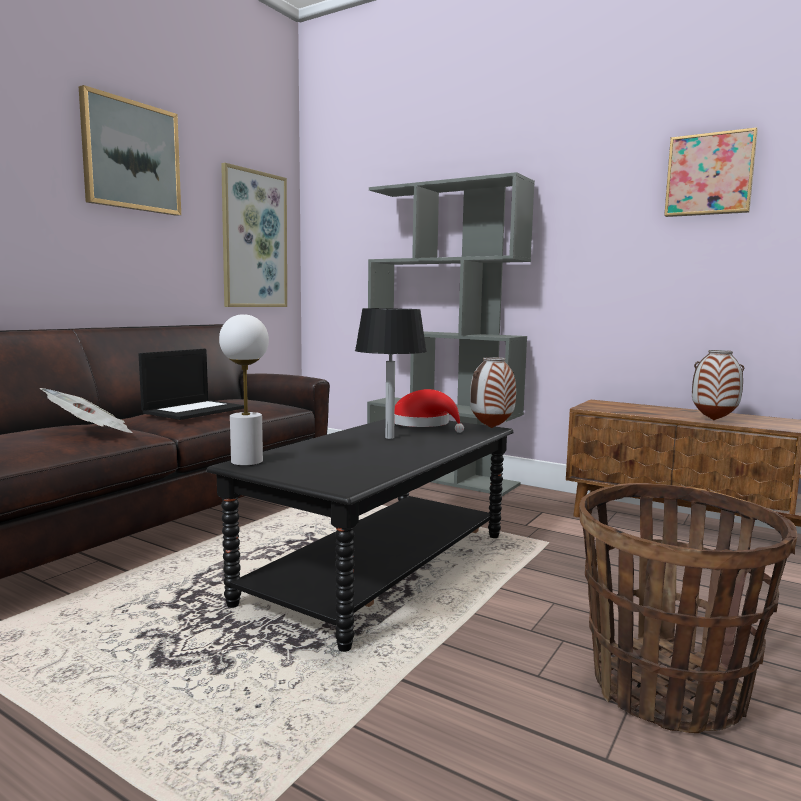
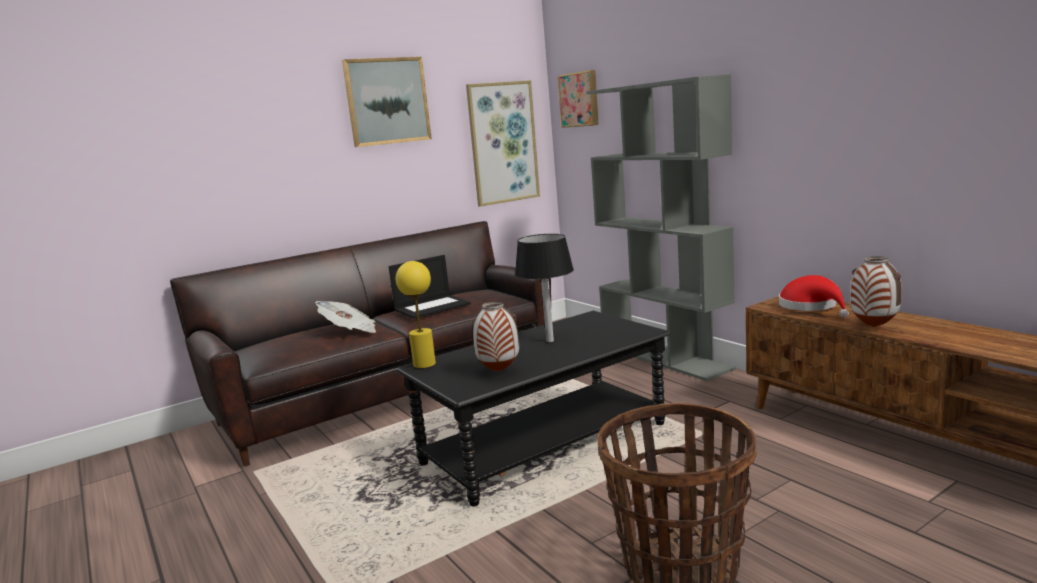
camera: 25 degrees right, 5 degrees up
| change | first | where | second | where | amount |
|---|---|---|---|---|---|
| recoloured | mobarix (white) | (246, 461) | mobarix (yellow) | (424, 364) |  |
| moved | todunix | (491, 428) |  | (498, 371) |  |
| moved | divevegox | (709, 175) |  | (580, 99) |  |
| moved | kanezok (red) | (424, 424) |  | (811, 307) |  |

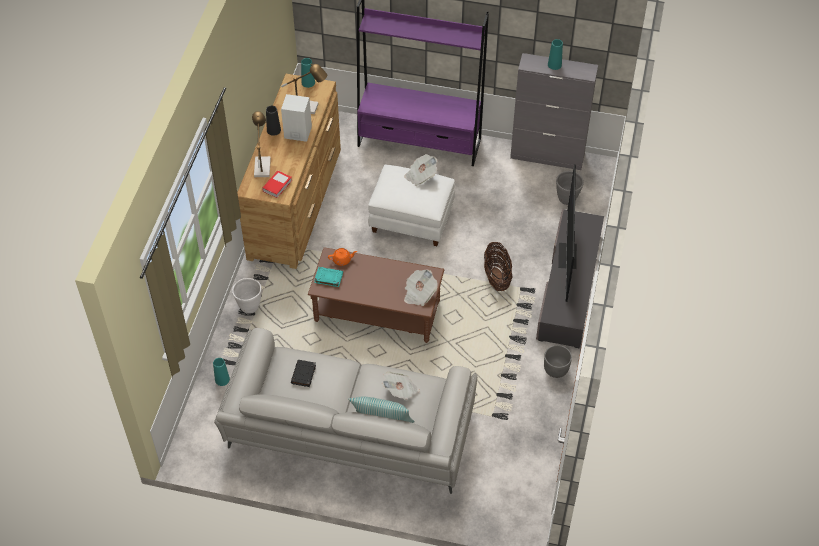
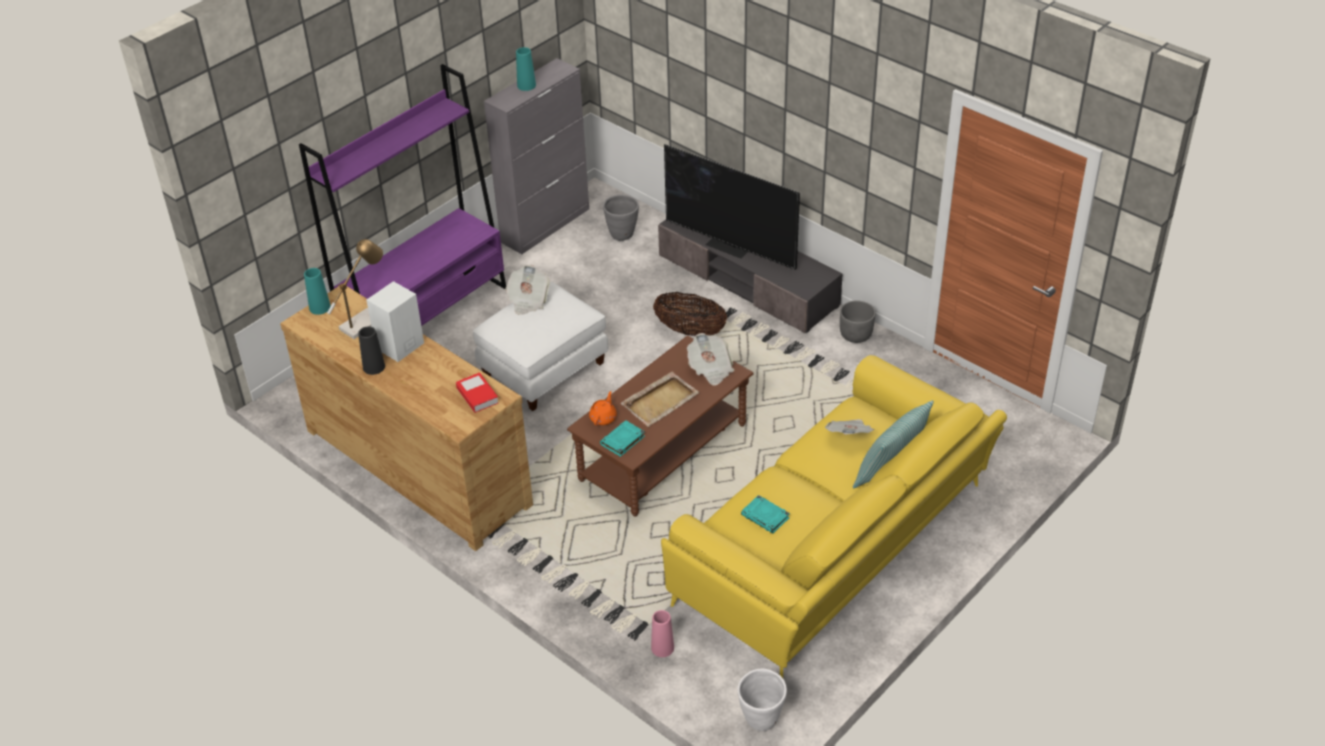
camera: 60 degrees left, 10 degrees down
| change | first | where | second | where | amount |
|---|---|---|---|---|---|
| added |  |  | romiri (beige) | (660, 400) |  |
| recoloured | todunix (turquoise) | (222, 379) | todunix (pink) | (662, 648) |  |
| recoloured | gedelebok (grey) | (348, 433) | gedelebok (yellow) | (834, 547) |  |
| moved | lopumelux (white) | (249, 307) |  | (761, 720) |  |
| recoloured | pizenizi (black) | (303, 375) | pizenizi (turquoise) | (765, 517) |  |
| removed | mobarix | (262, 164) |  |  |  |

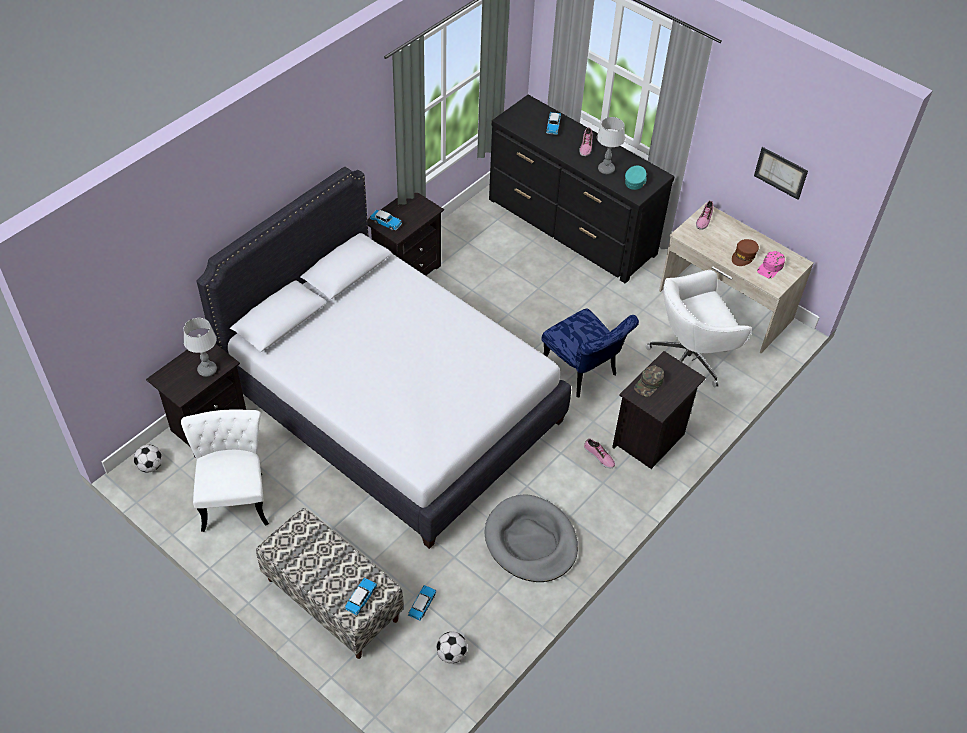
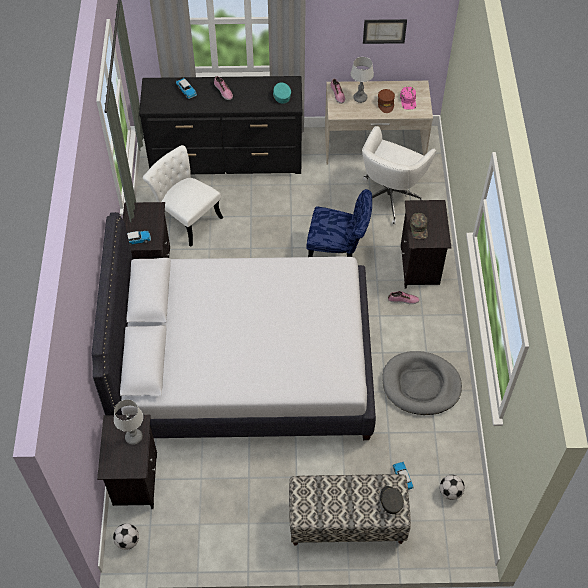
camera: 40 degrees left, 5 degrees up
| change | first | where | second | where | amount |
|---|---|---|---|---|---|
| moved | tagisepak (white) | (234, 495) |  | (186, 218) |  |
| moved | mobarix | (606, 169) |  | (360, 98) |  |
| replaced | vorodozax | (361, 598) | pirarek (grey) | (390, 501) |  |

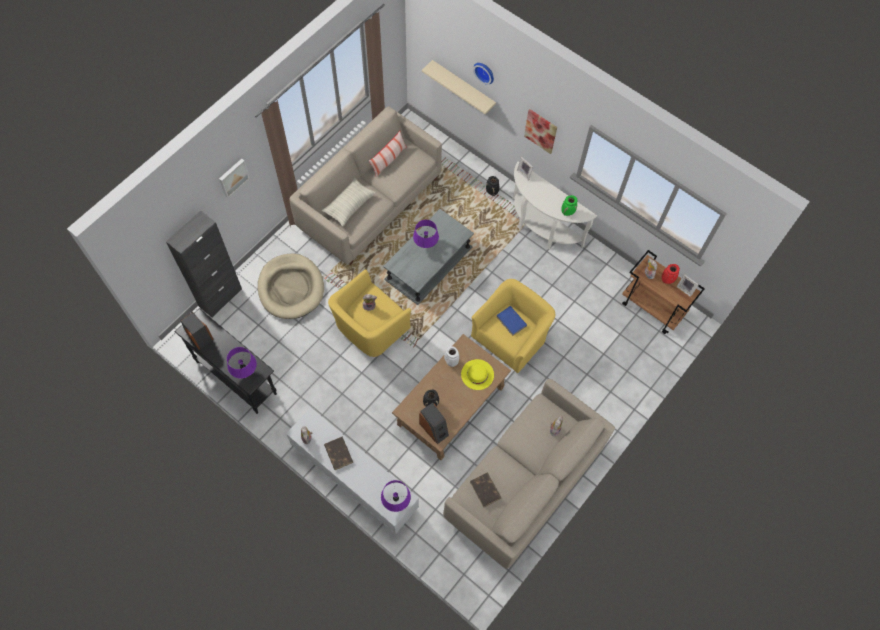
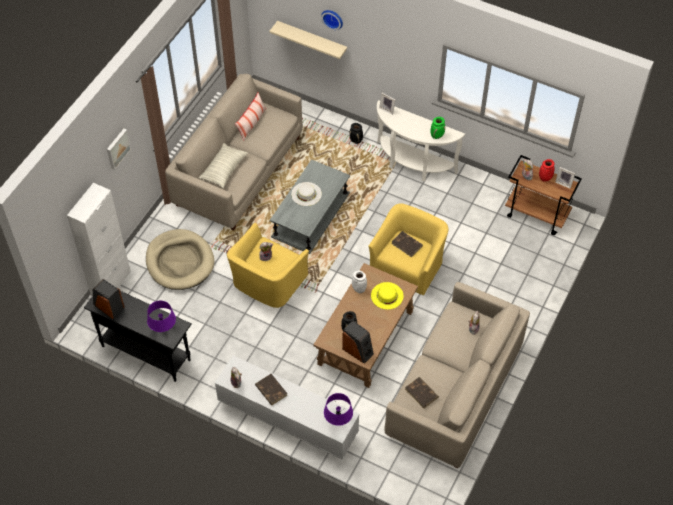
camera: 10 degrees left, 10 degrees down
| change | first | where | second | where | amount |
|---|---|---|---|---|---|
| recoloured | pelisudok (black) | (220, 297) | pelisudok (white) | (111, 283) |  |
| replaced | mobarix (purple) | (425, 245) | kanezok (white) | (306, 194) |  |
| recoloured | pizenizi (blue) | (511, 321) | pizenizi (brown) | (407, 245) |  |
| removed | divevegox | (540, 131) |  |  |  |

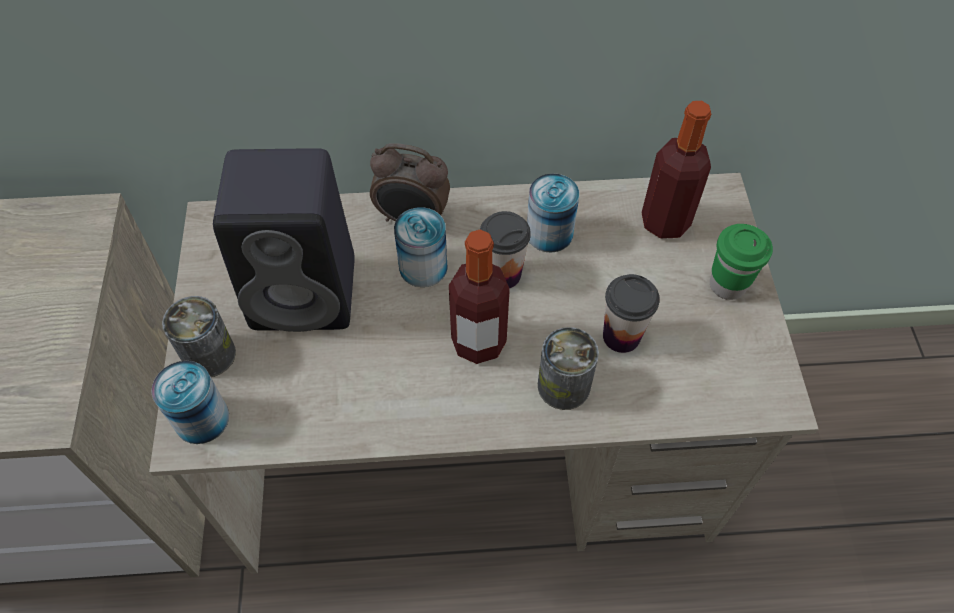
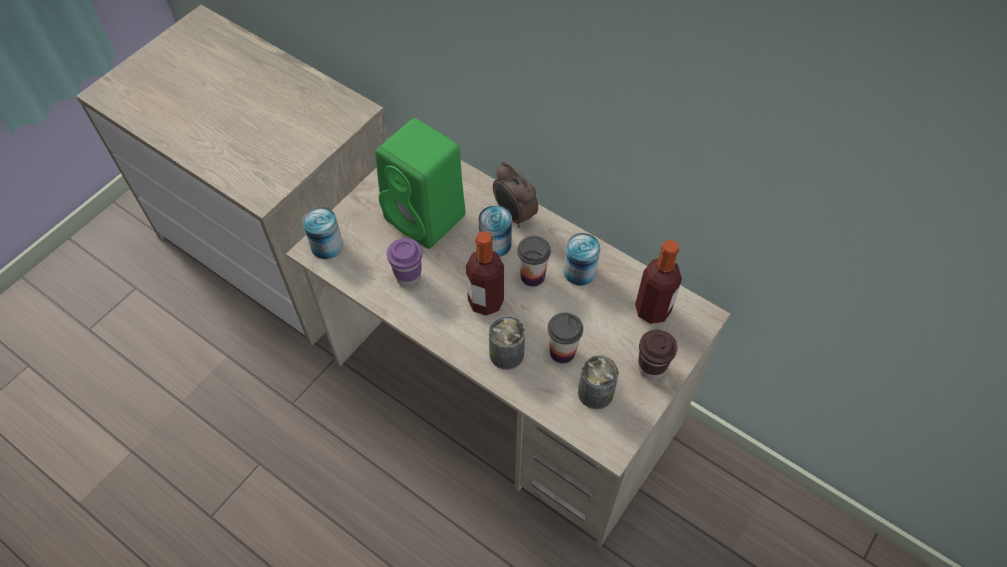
camera: 40 degrees right, 0 degrees up
| change | first | where | second | where | amount |
|---|---|---|---|---|---|
| recoloured | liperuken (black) | (308, 292) | liperuken (green) | (427, 218) |  |
| added |  |  | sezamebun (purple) | (408, 278) |  |
| moved | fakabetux | (209, 355) |  | (595, 392) |  |
| recoloured | sezamebun (green) | (727, 285) | sezamebun (brown) | (651, 368) |  |

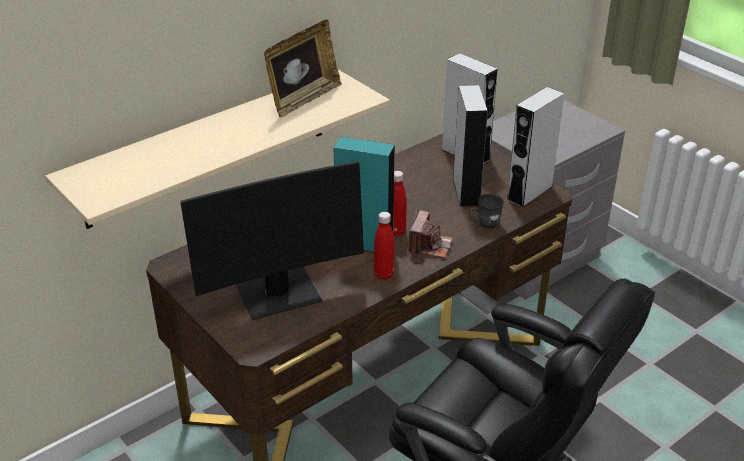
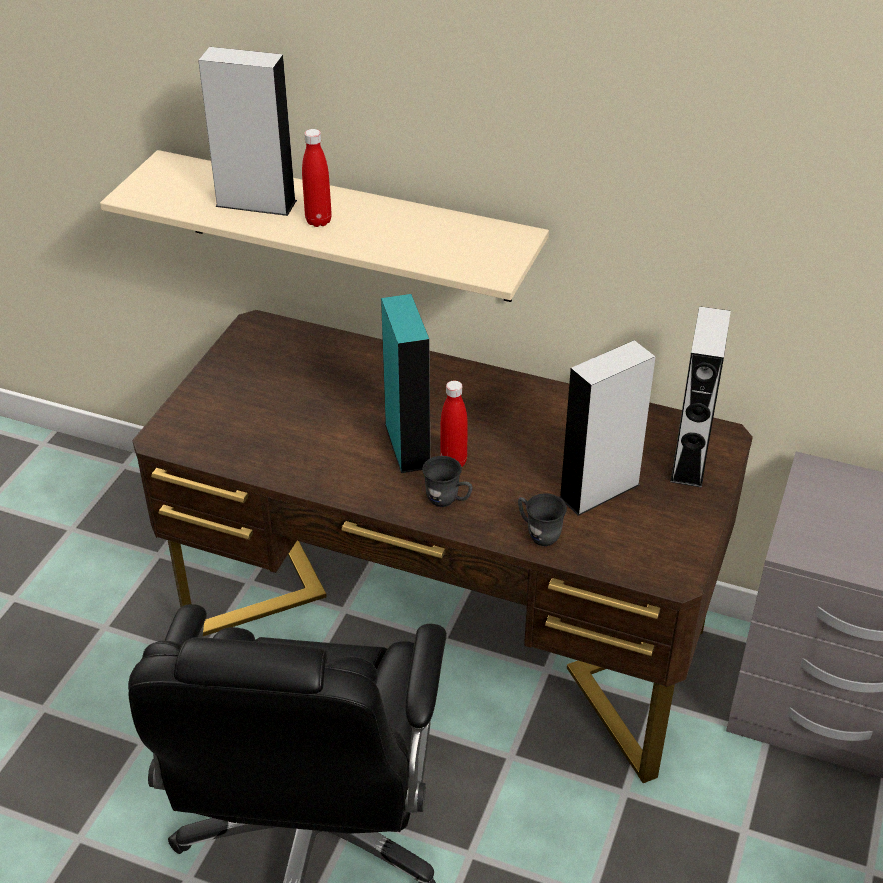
camera: 60 degrees right, 5 degrees up
| change | first | where | second | where | amount |
|---|---|---|---|---|---|
| moved | liperuken (grey) | (529, 193) |  | (256, 203) |  |
| moved | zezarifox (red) | (383, 275) |  | (318, 221) |  |
| replaced | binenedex | (429, 246) | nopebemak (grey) | (448, 501) |  |
| removed | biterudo | (278, 294) |  |  |  |
| removed | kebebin | (303, 99) |  |  |  |

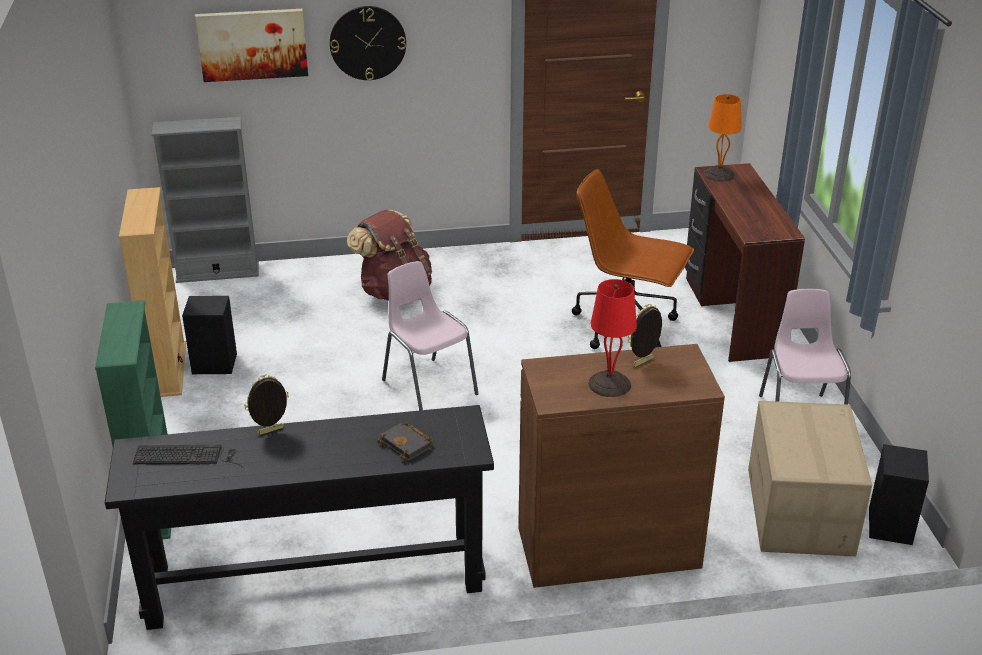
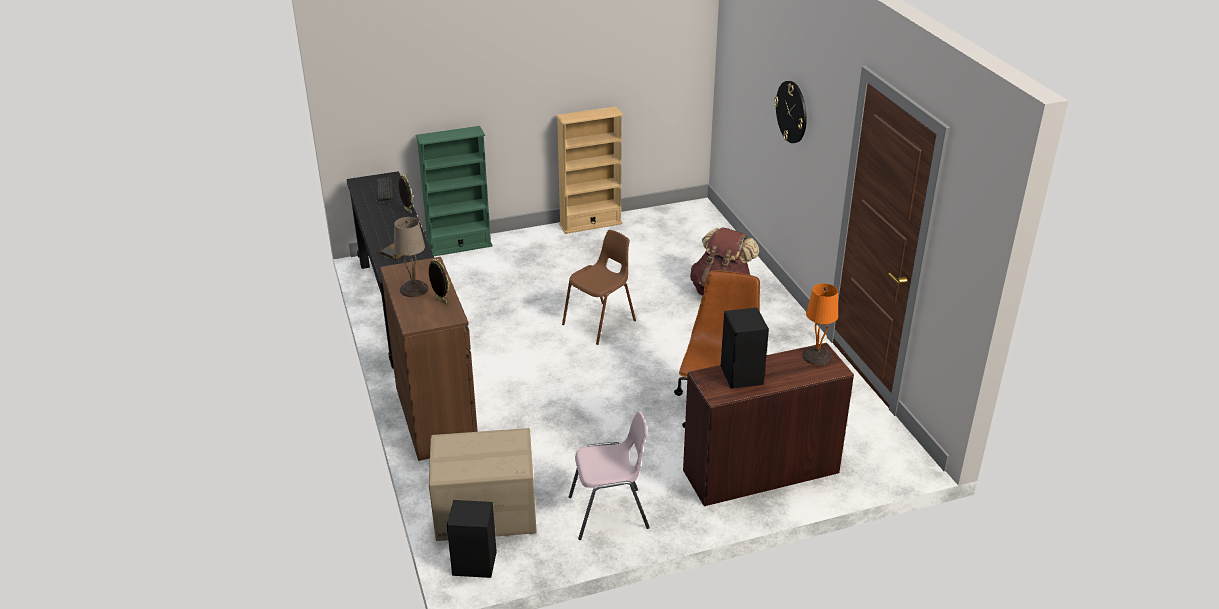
camera: 80 degrees right, 0 degrees up
| change | first | where | second | where | amount |
|---|---|---|---|---|---|
| recoloured | mobarix (red) | (610, 384) | mobarix (beige) | (414, 289) |  |
| recoloured | tagisepak (pink) | (428, 387) | tagisepak (brown) | (600, 323) |  |
| moved | liperuken (black) | (216, 364) |  | (742, 376) |  |
| removed | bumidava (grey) | (217, 272) |  |  |  |
| removed | divevegox | (252, 44) |  |  |  |

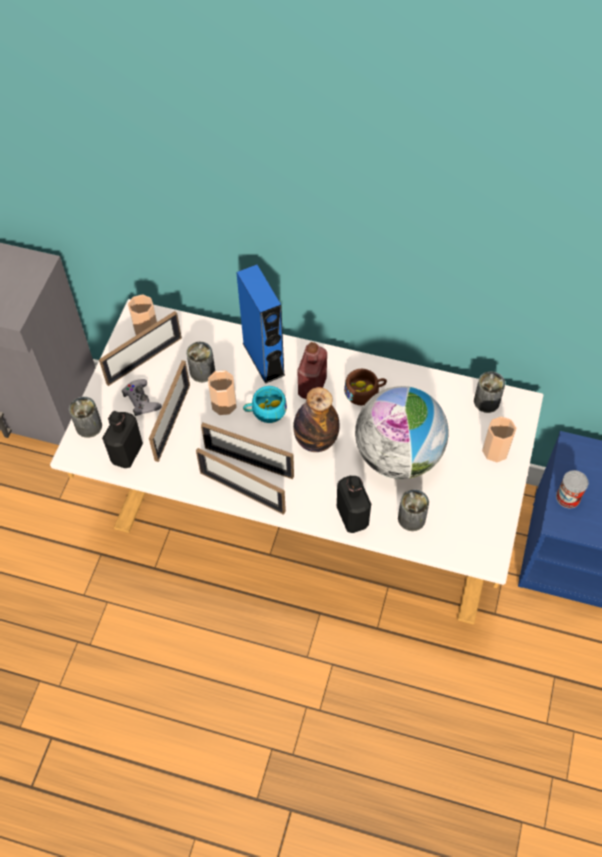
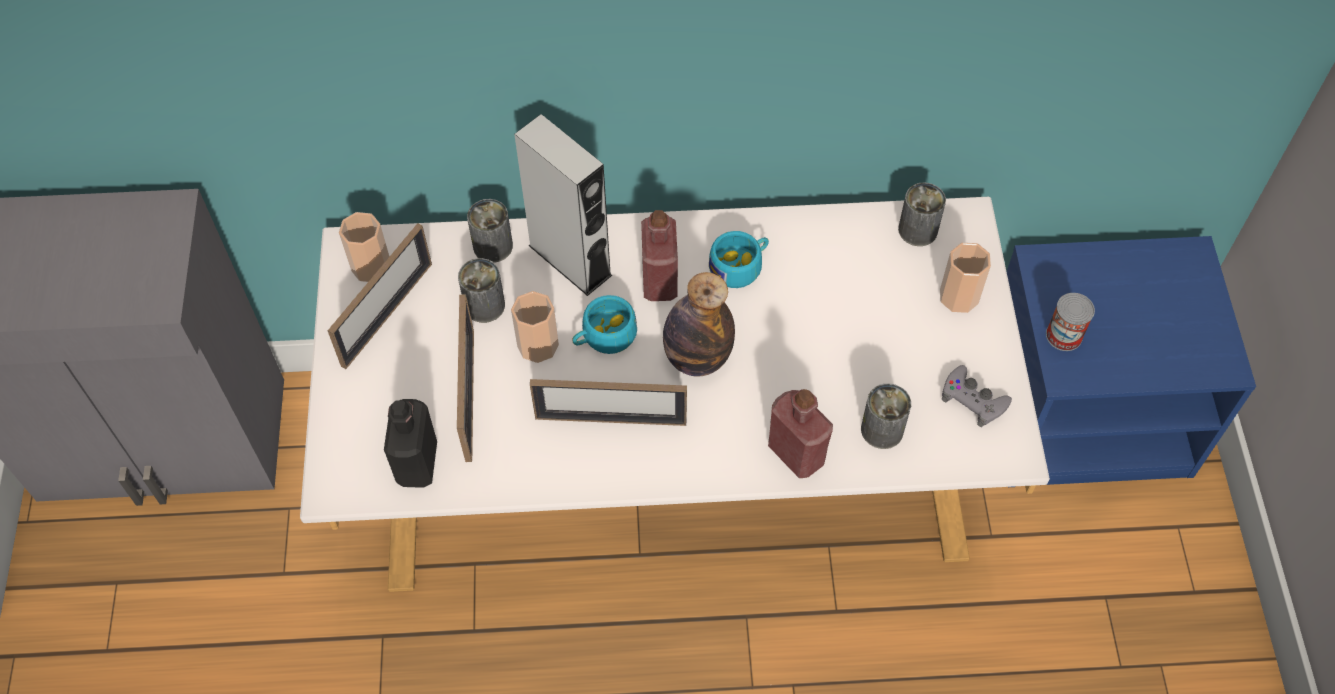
camera: 20 degrees left, 0 degrees up
| change | first | where | second | where | amount |
|---|---|---|---|---|---|
| moved | fakabetux | (89, 426) |  | (493, 246) |  |
| recoloured | liperuken (blue) | (263, 359) | liperuken (grey) | (570, 260) |  |
| recoloured | sezamebun (brown) | (365, 392) | sezamebun (turquoise) | (740, 266) |  |
| recoloured | zezarifox (black) | (352, 516) | zezarifox (red) | (796, 453) |  |
| moved | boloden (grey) | (141, 400) |  | (973, 400) |  |
| removed | kebebin | (242, 492) |  |  |  |
| removed | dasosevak | (398, 455) |  |  |  |

